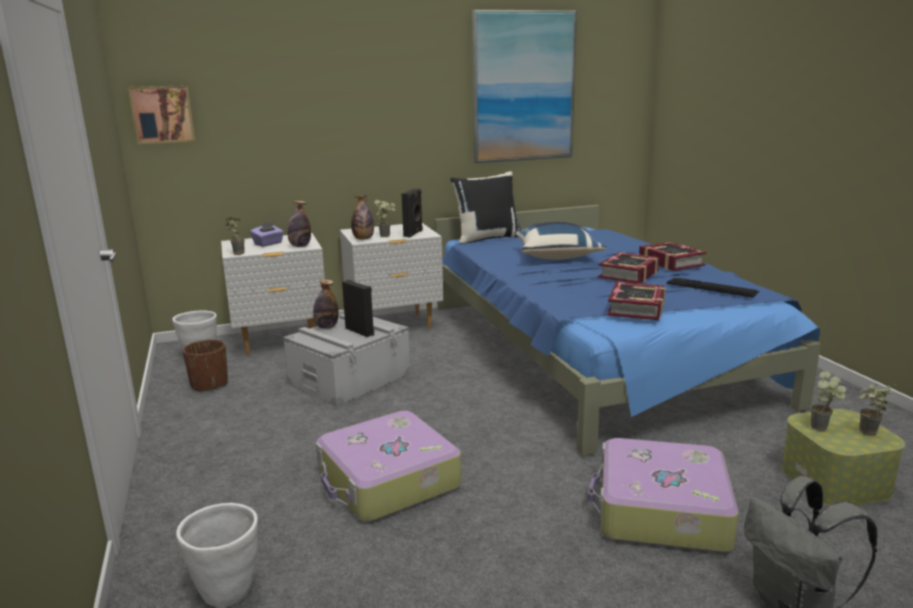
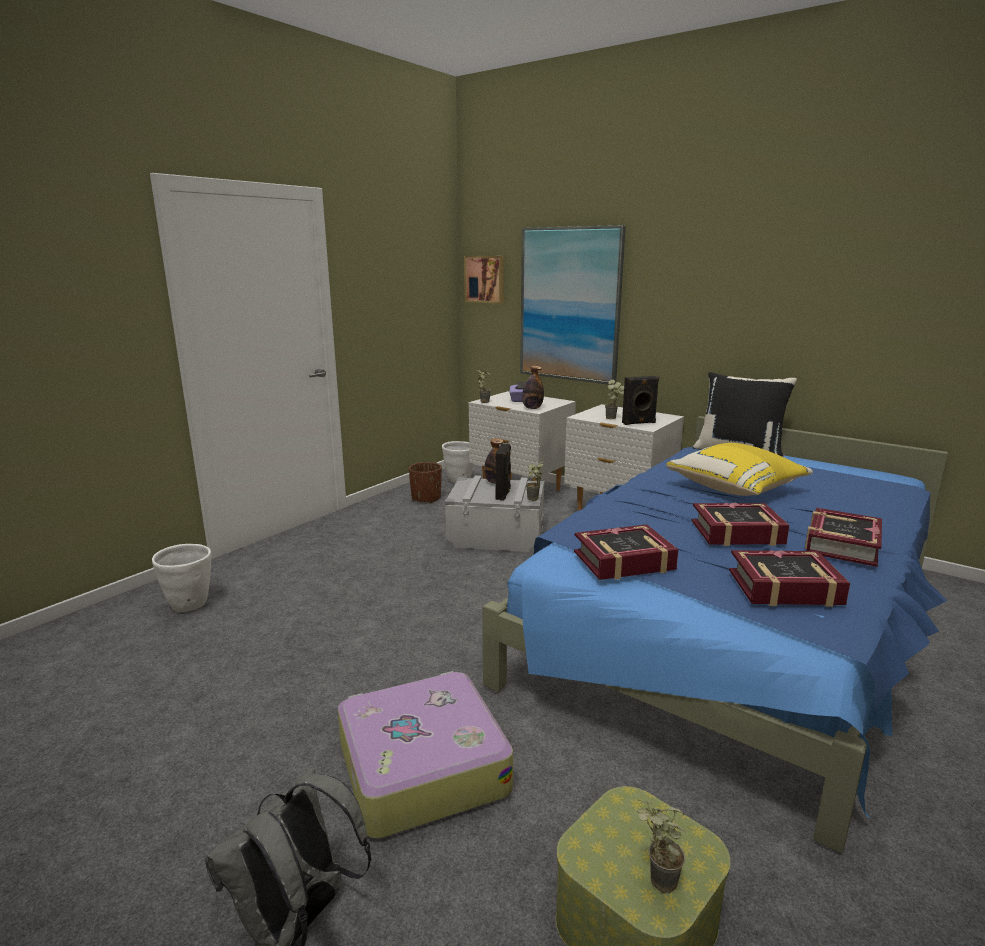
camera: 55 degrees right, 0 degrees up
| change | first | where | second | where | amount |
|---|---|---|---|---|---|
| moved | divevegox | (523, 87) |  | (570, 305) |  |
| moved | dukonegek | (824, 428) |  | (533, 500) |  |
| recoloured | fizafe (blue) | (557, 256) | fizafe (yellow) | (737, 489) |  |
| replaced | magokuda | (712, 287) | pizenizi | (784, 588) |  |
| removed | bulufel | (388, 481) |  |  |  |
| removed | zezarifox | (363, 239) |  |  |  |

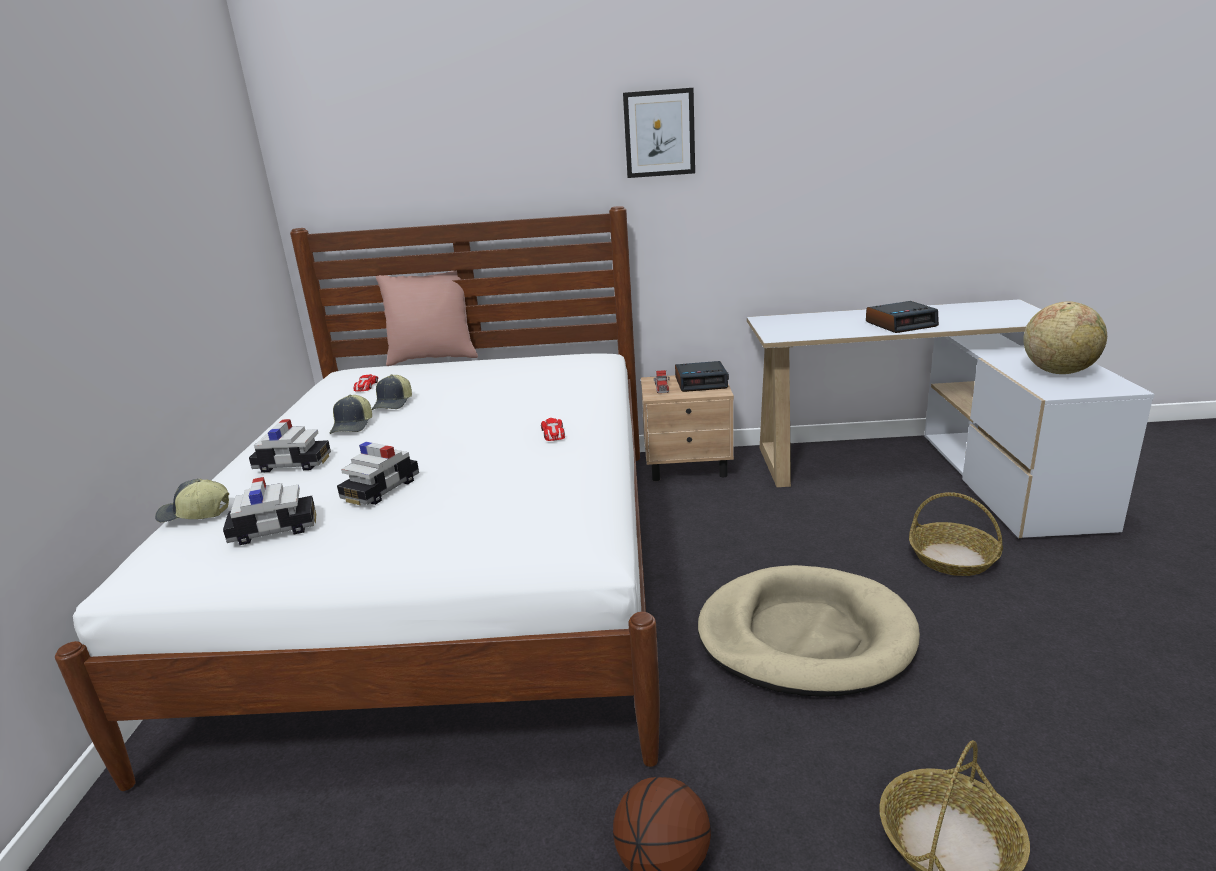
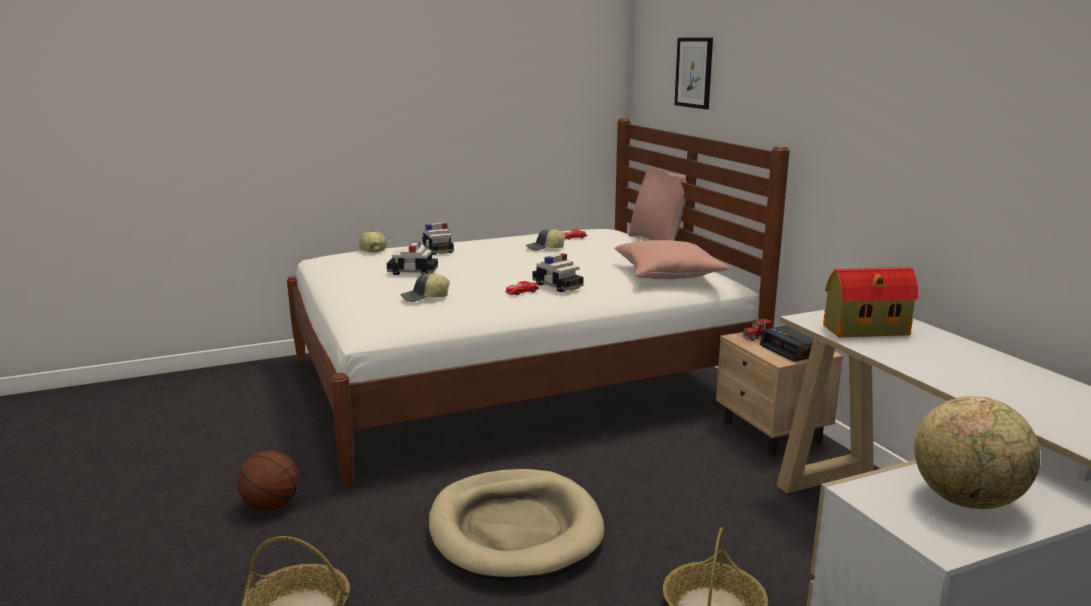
camera: 65 degrees right, 5 degrees down
| change | first | where | second | where | amount |
|---|---|---|---|---|---|
| moved | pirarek | (353, 426) |  | (425, 298) |  |
| moved | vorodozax | (274, 529) |  | (557, 285) |  |
| added |  |  | fizafe (pink) | (668, 275) |  |
| moved | divevegox | (659, 133) |  | (694, 72) |  |
| added |  |  | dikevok | (864, 330) |  |
| removed | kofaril | (901, 324) |  |  |  |

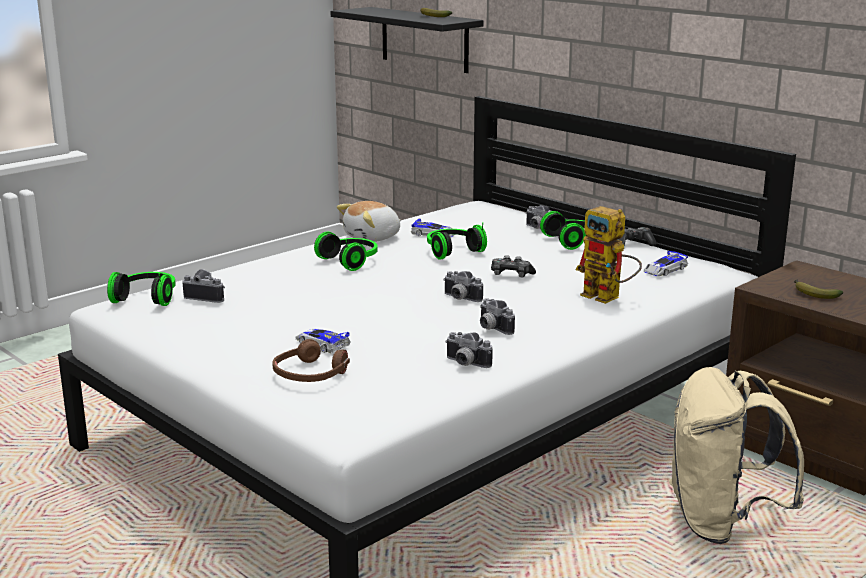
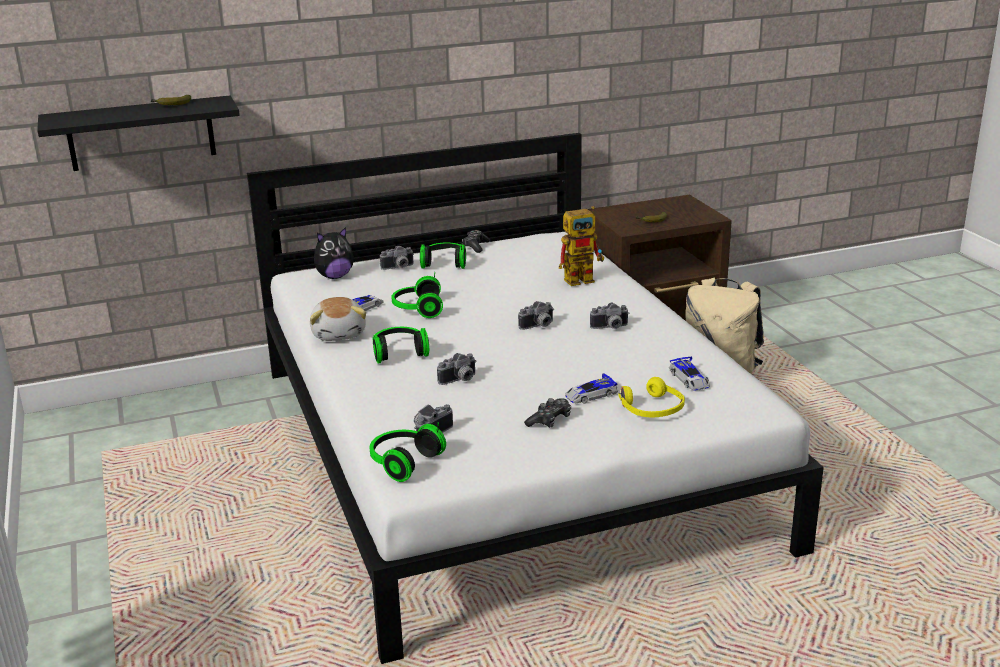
camera: 65 degrees left, 5 degrees up
| change | first | where | second | where | amount |
|---|---|---|---|---|---|
| added |  |  | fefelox | (334, 276) |  |
| moved | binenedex | (465, 364) |  | (460, 380) |  |
| moved | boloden | (511, 275) |  | (550, 420) |  |
| recoloured | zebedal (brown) | (310, 374) | zebedal (yellow) | (652, 409) |  |
| moved | vorodozax | (664, 270) |  | (690, 379) |  |

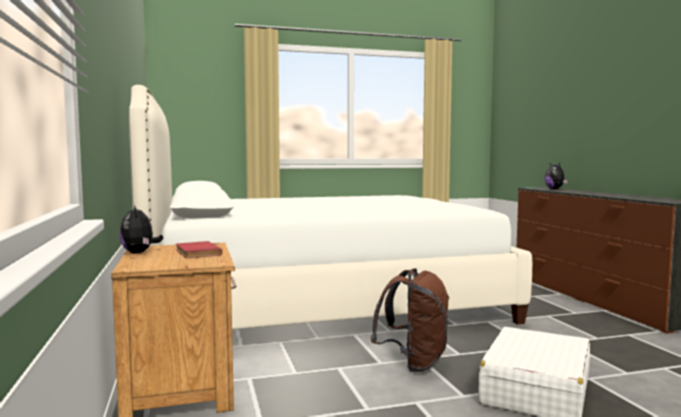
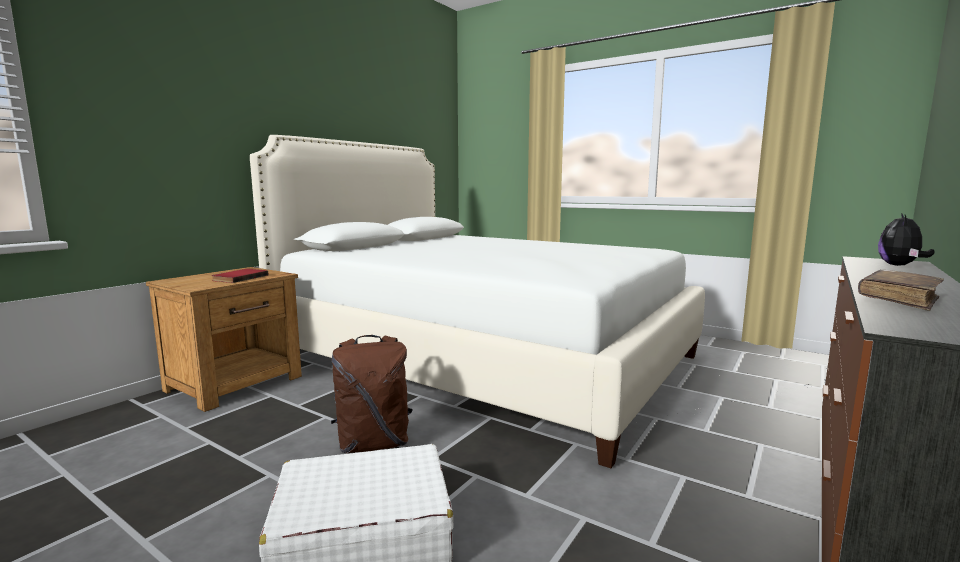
camera: 50 degrees right, 5 degrees up
| change | first | where | second | where | amount |
|---|---|---|---|---|---|
| added |  |  | pizenizi (brown) | (898, 300) |  |
| removed | fefelox | (139, 252) |  |  |  |

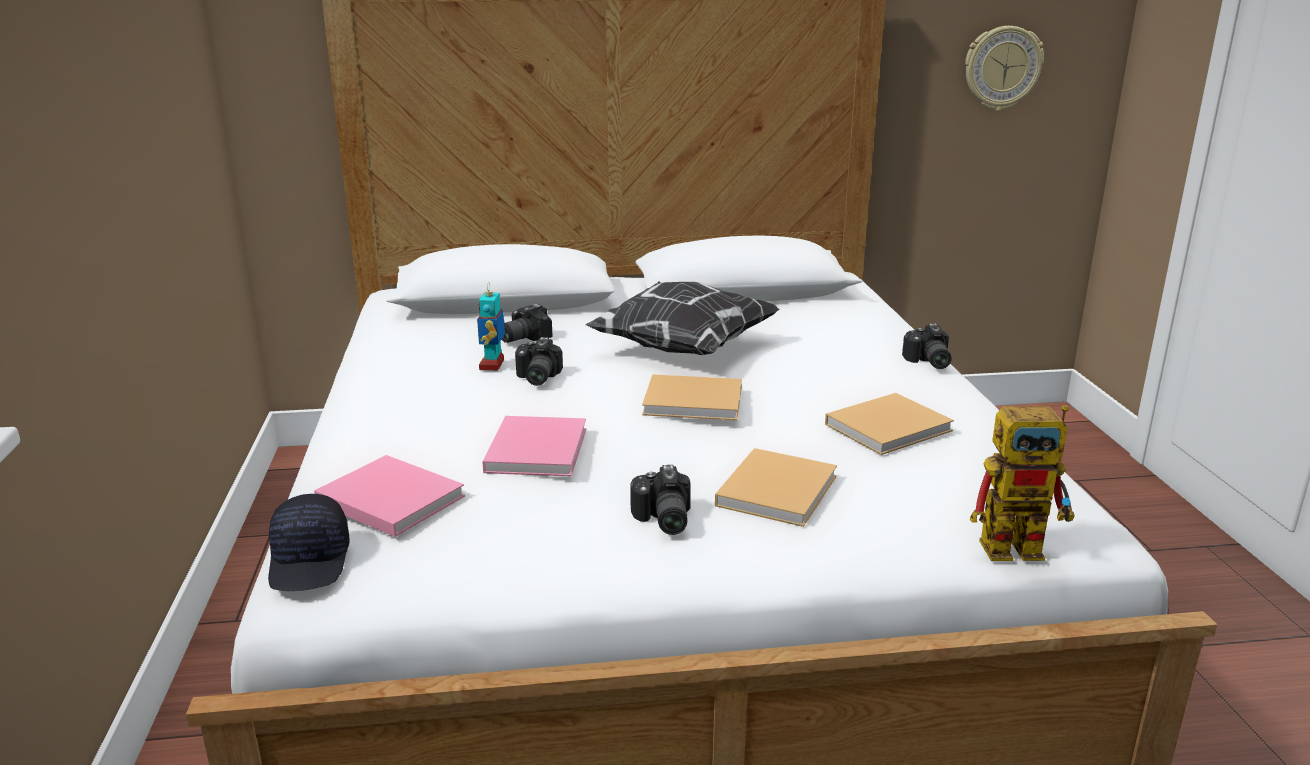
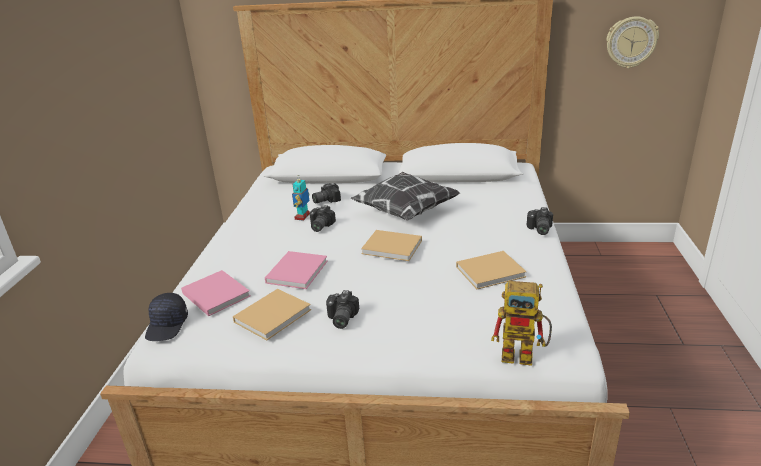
camera: 15 degrees right, 5 degrees up
| change | first | where | second | where | amount |
|---|---|---|---|---|---|
| moved | pizenizi (beige) | (778, 489) |  | (274, 315) |  |

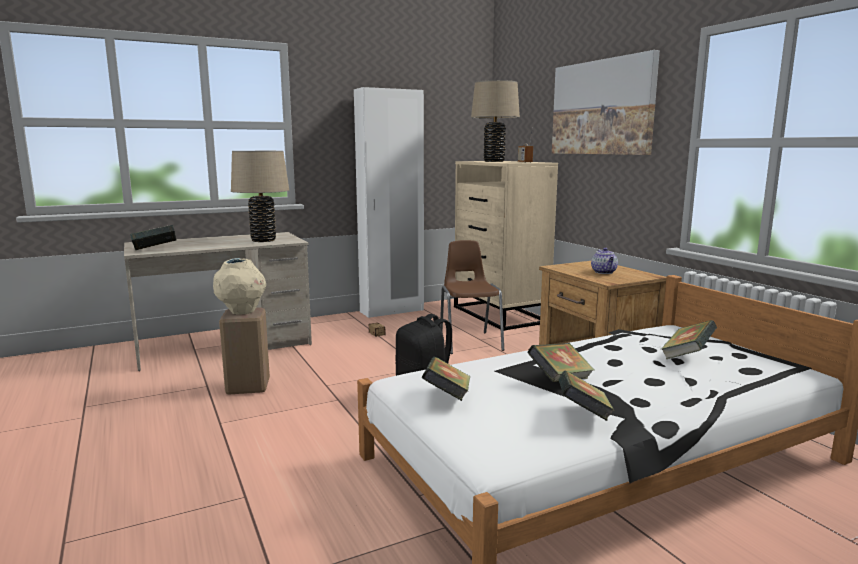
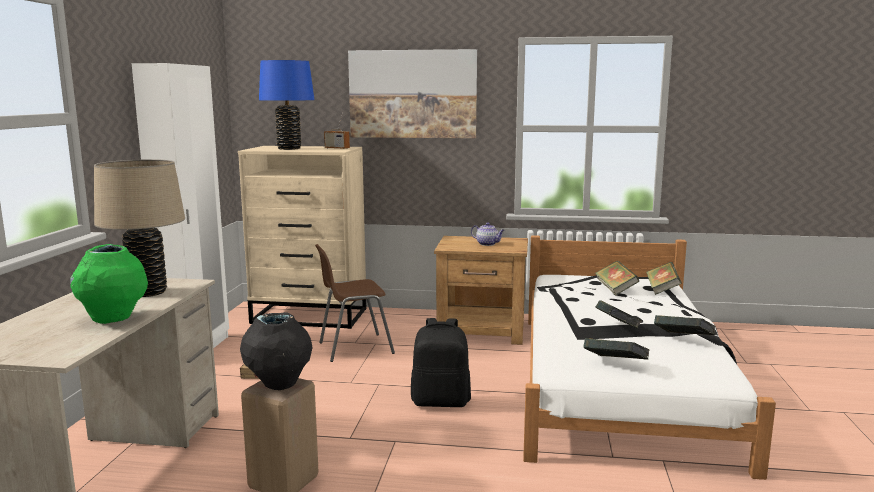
camera: 55 degrees left, 0 degrees up
| change | first | where | second | where | amount |
|---|---|---|---|---|---|
| added |  |  | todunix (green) | (113, 319) |  |
| recoloured | todunix (beige) | (242, 312) | todunix (black) | (279, 385) |  |
| recoloured | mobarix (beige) | (494, 161) | mobarix (blue) | (289, 148) |  |
| turned | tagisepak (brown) | (469, 342) |  | (353, 348) | 45 degrees counterclockwise |
| moved | pizenizi | (155, 250) |  | (662, 290) |  |

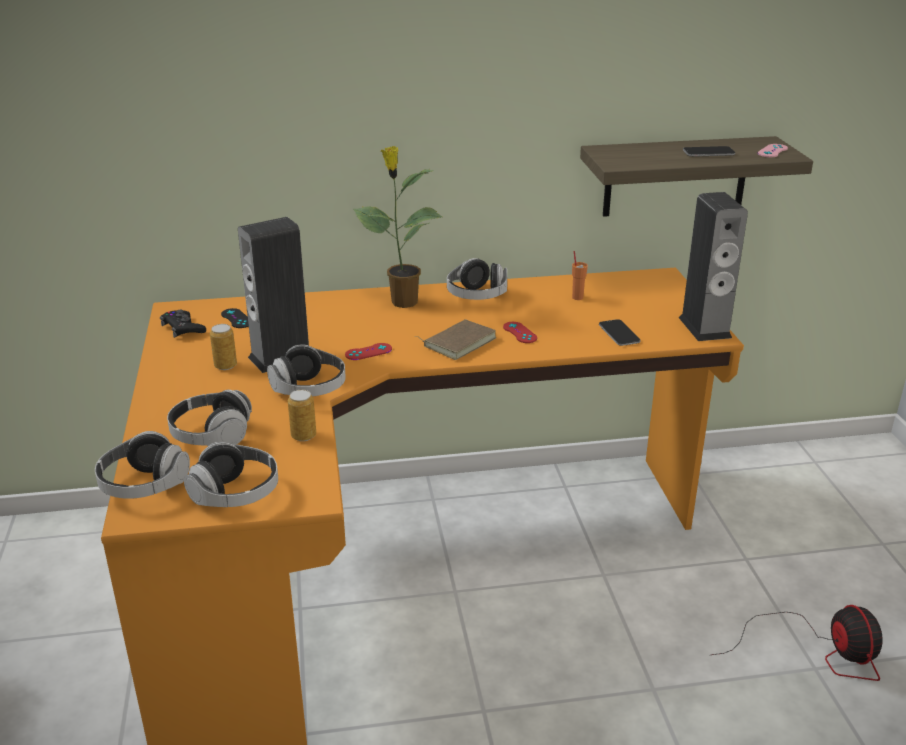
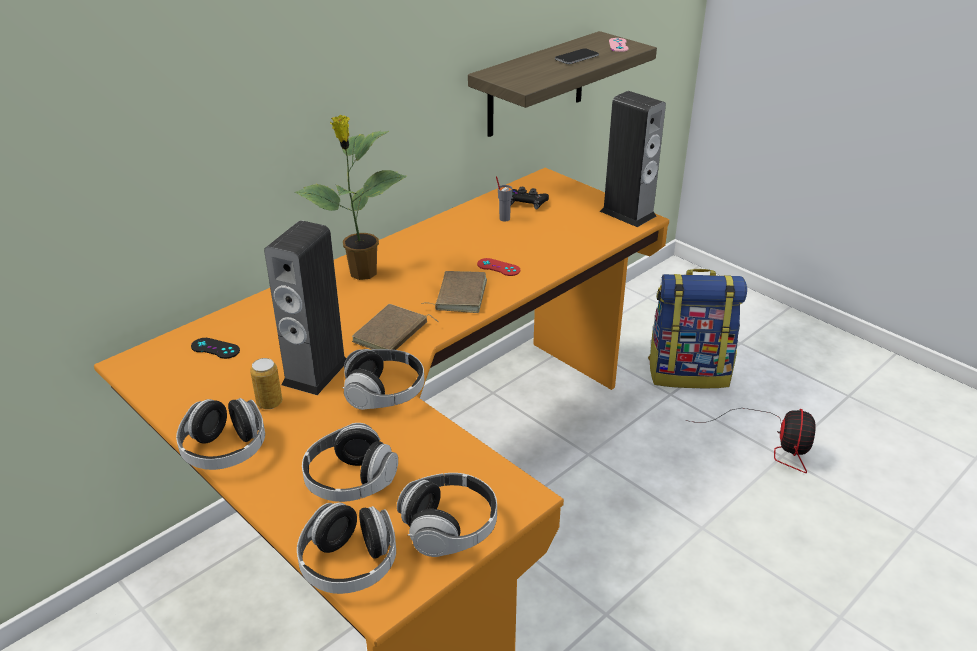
camera: 35 degrees left, 5 degrees up
| change | first | where | second | where | amount |
|---|---|---|---|---|---|
| moved | zebedal | (477, 296) |  | (225, 450) |  |
| replaced | boloden (red) | (368, 352) | pizenizi (brown) | (392, 334) |  |
| recoloured | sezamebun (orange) | (577, 297) | sezamebun (grey) | (504, 218) |  |
| moved | boloden (black) | (183, 328) |  | (526, 202) |  |
| added |  |  | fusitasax | (689, 372) |  |
| turned | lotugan | (817, 652) |  | (773, 443) | 60 degrees clockwise |
| removed | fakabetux | (303, 436) |  |  |  |
| removed | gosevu | (619, 333) |  |  |  |

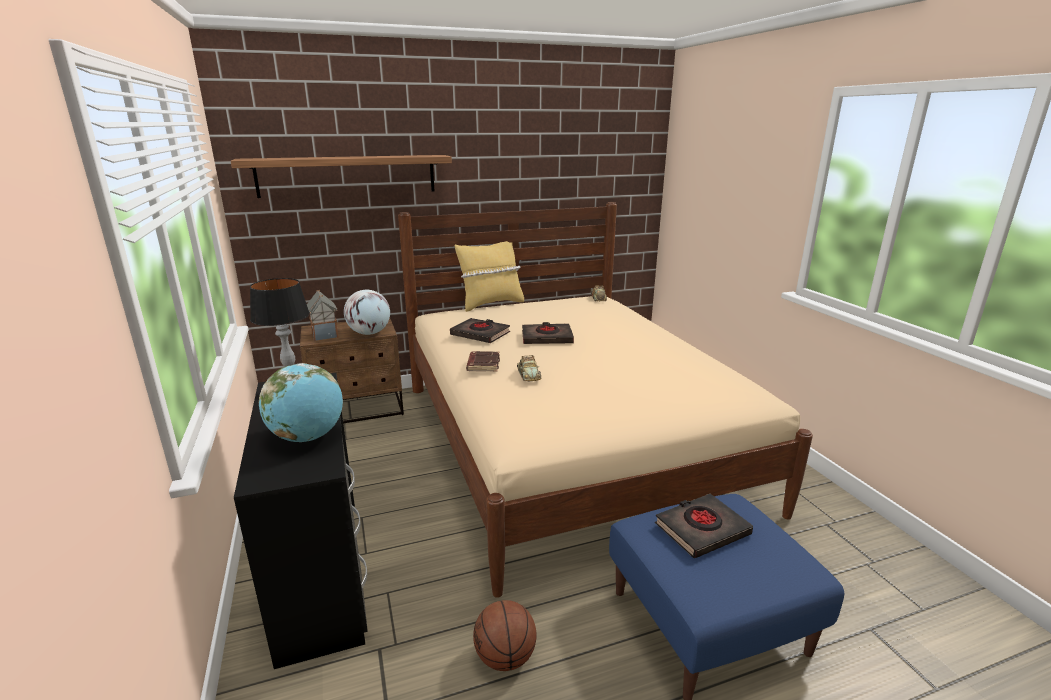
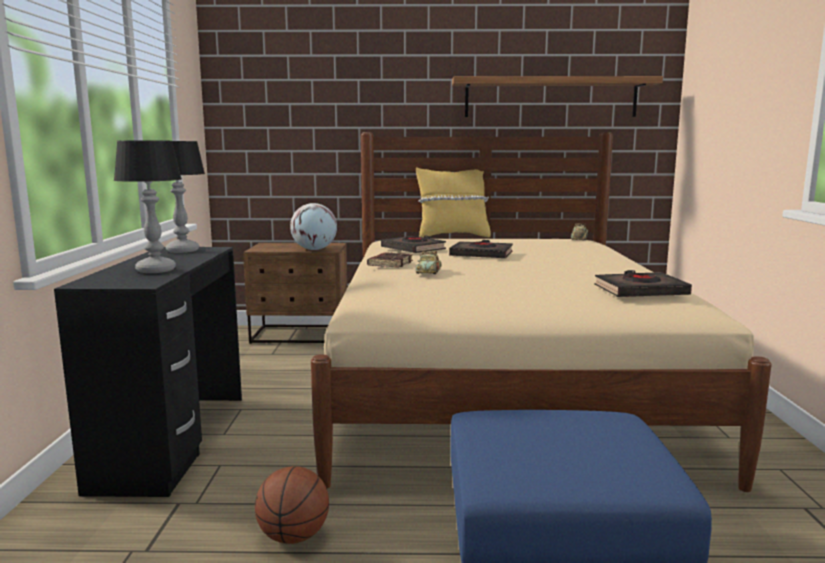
camera: 20 degrees right, 10 degrees down
| change | first | where | second | where | amount |
|---|---|---|---|---|---|
| replaced | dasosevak | (308, 437) | mobarix | (156, 270) |  |
| moved | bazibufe | (347, 175) |  | (550, 98) |  |
| moved | pizenizi (black) | (701, 529) |  | (640, 291) |  |
| removed | dikevok | (325, 336) |  |  |  |

